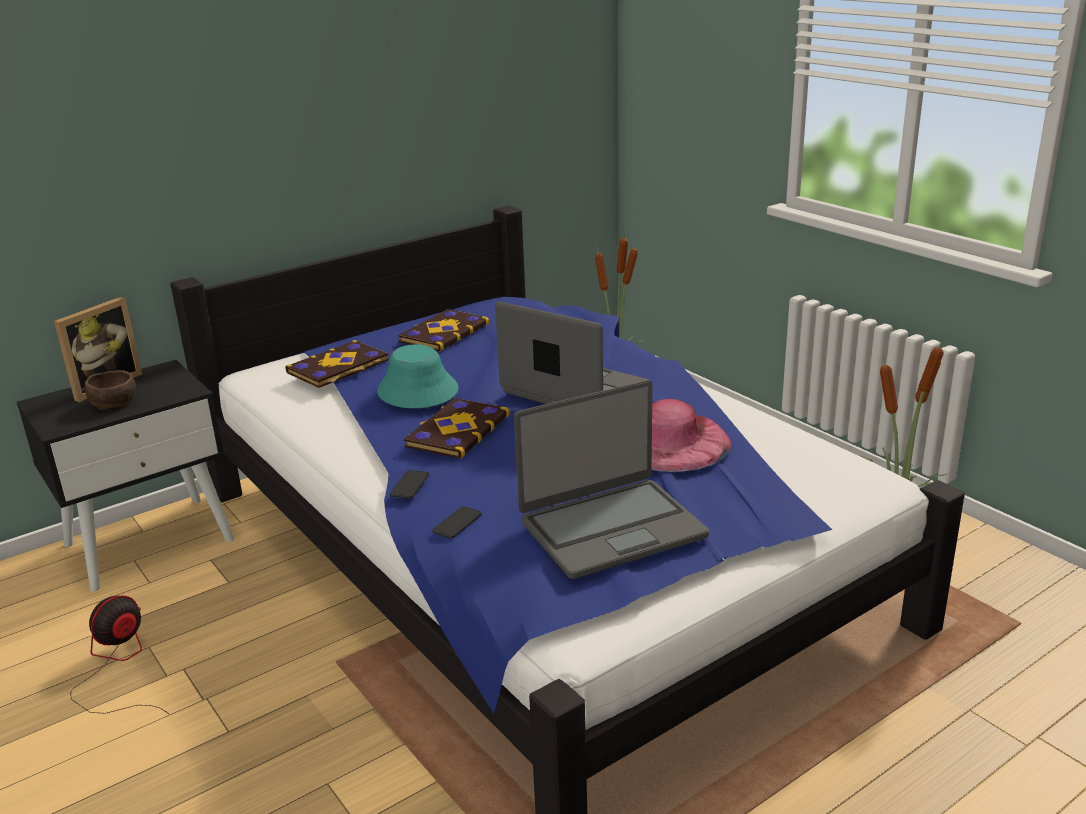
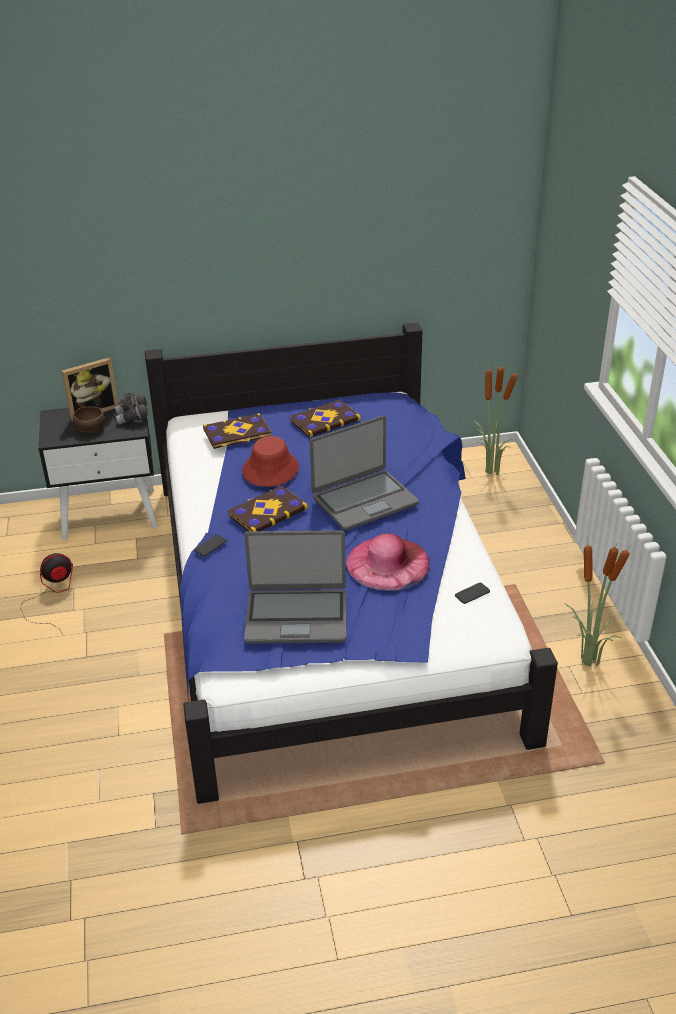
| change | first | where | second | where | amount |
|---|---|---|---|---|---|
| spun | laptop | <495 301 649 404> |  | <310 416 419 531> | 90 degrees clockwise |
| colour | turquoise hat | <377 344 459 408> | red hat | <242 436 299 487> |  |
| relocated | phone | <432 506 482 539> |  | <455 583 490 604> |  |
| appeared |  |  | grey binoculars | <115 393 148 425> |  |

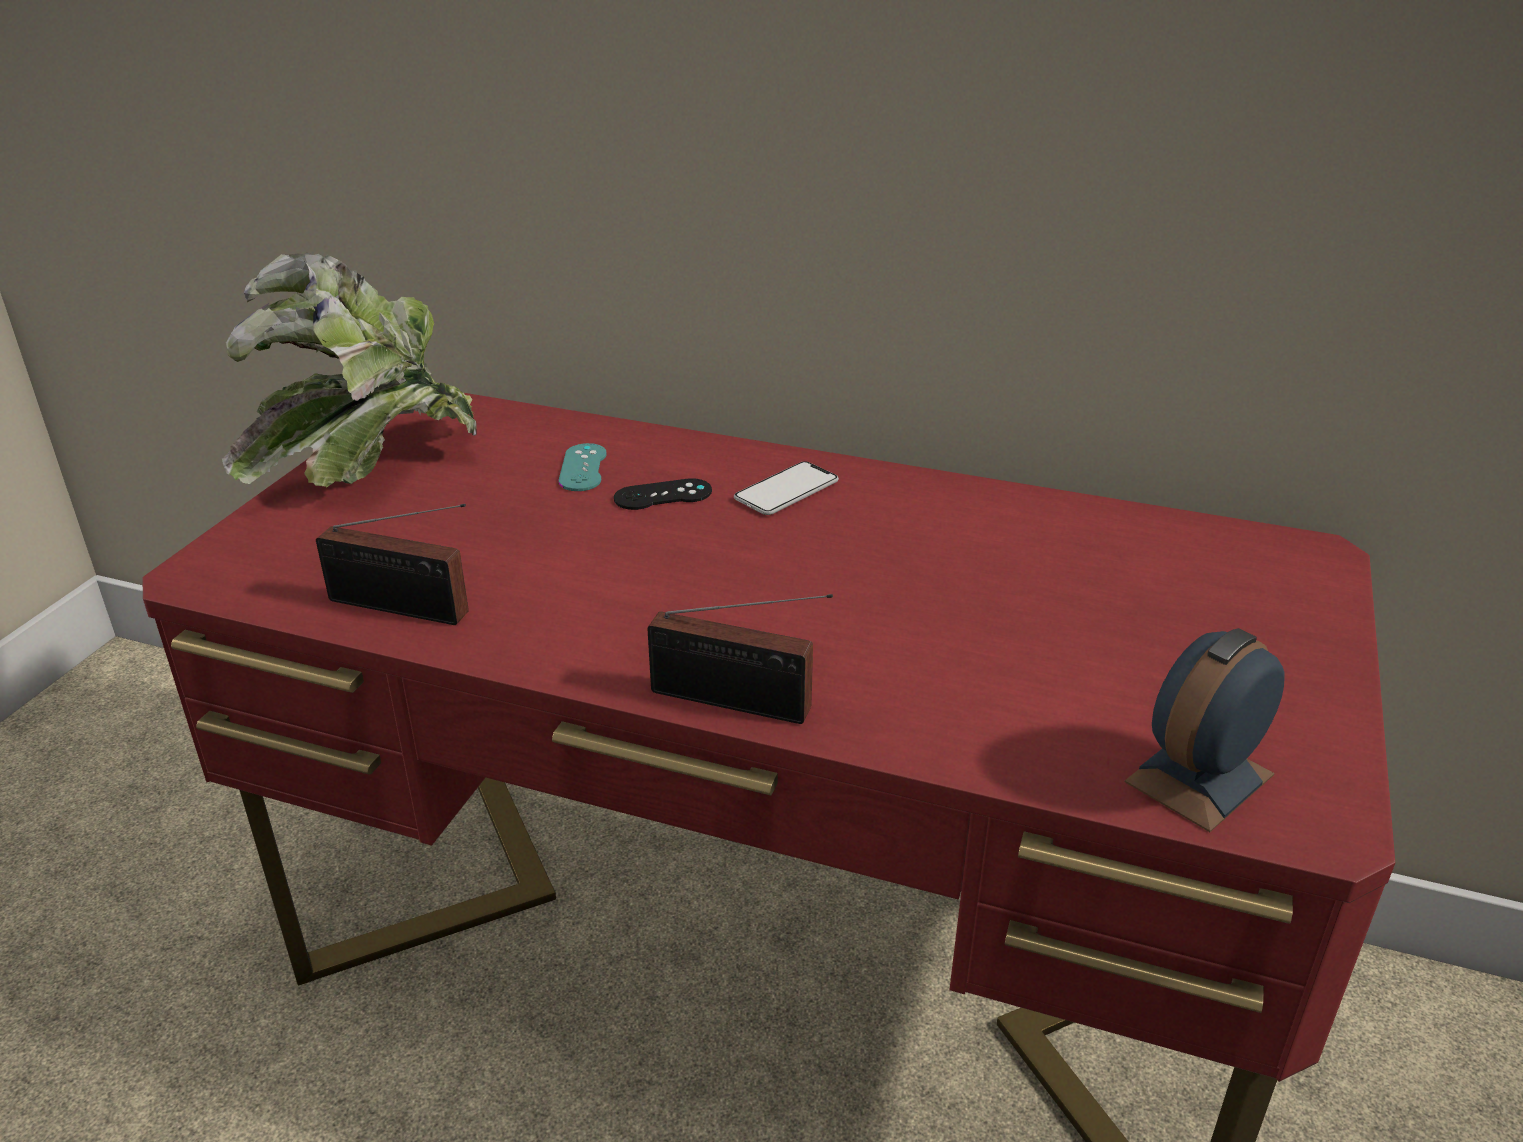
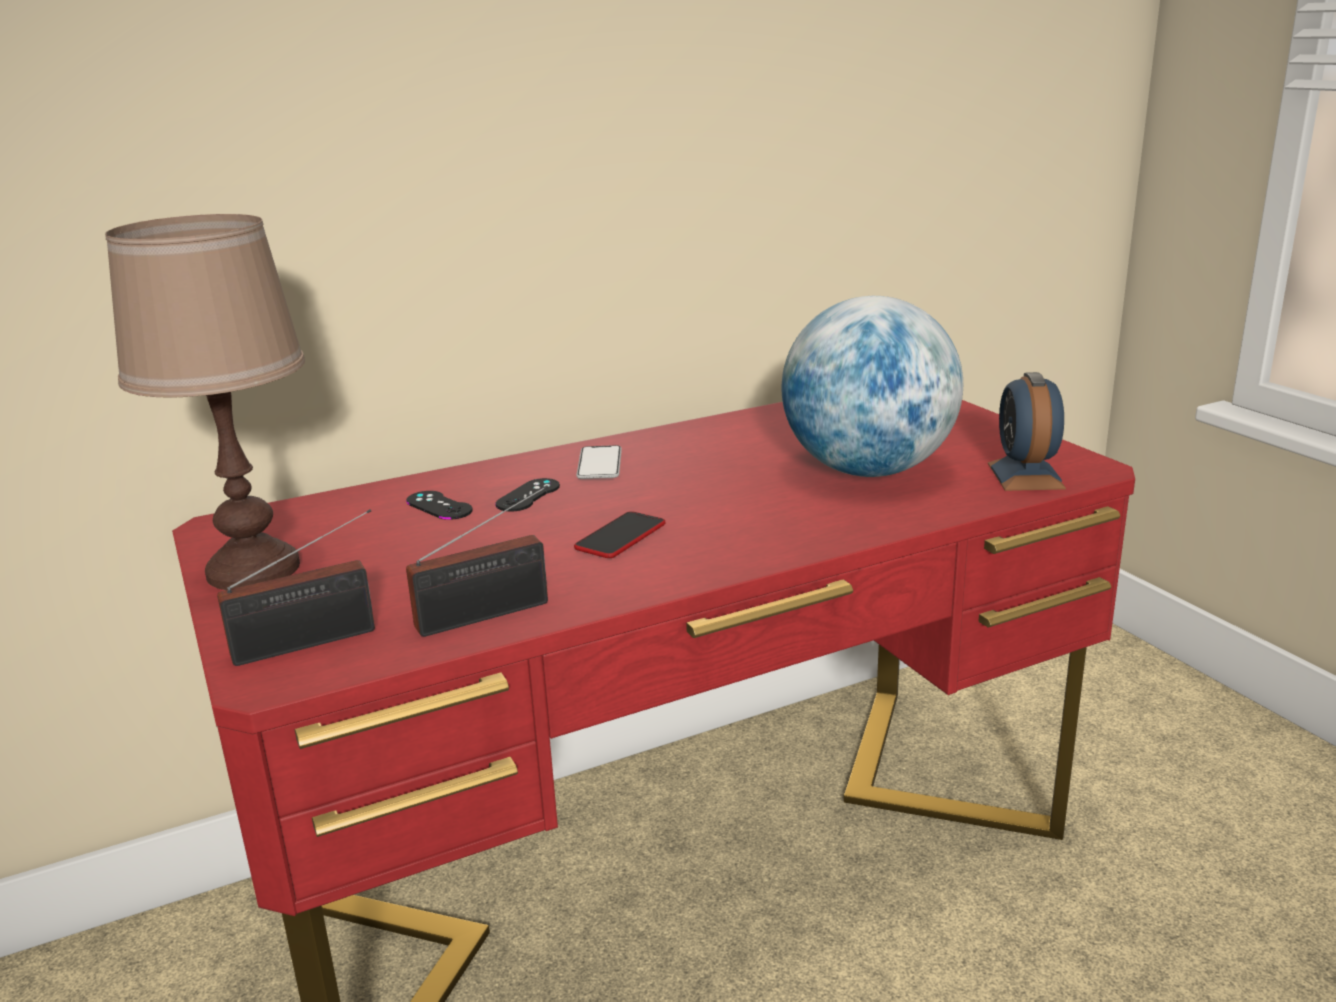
| change | first | where | second | where | amount |
|---|---|---|---|---|---|
| exchanged | potted plant | <222 252 477 487> | brown table lamp | <105 214 305 590> |  |
| colour | turquoise game controller | <558 443 607 491> | black game controller | <406 491 473 520> |  |
| relocated | radio | <647 594 833 724> |  | <217 509 375 666> |  |
| appeared |  |  | globe | <781 296 963 477> |  |
| appeared |  |  | phone | <574 511 666 558> |  |

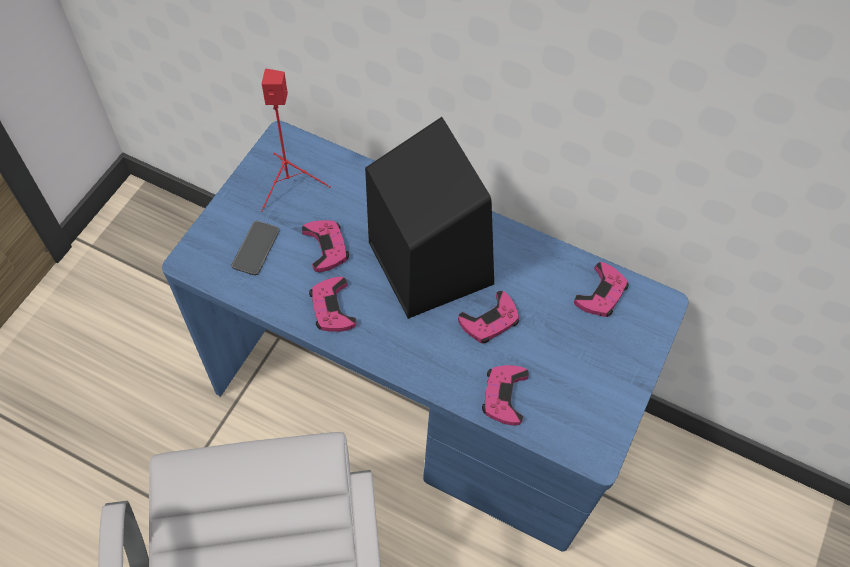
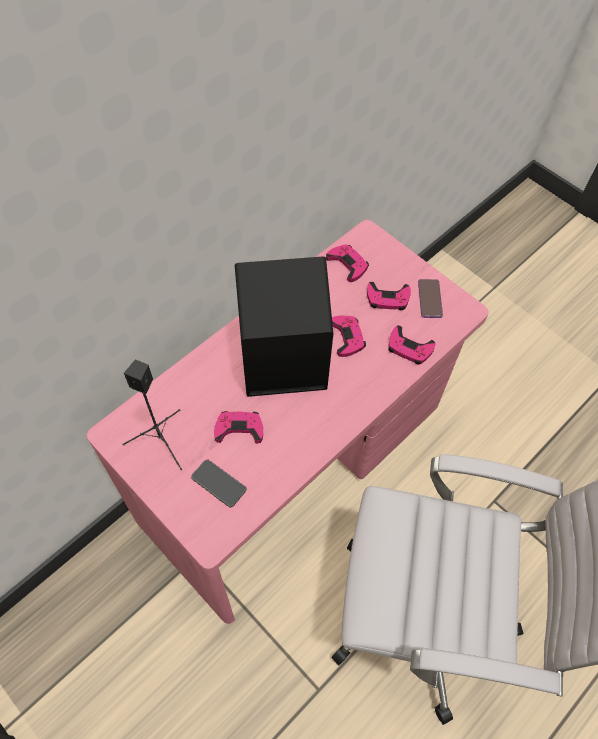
| change | first | where | second | where | amount |
|---|---|---|---|---|---|
| colour | red speaker | <261 68 331 212> | black speaker | <122 360 182 470> |  |
| colour | blue desk | <162 121 689 552> | pink desk | <87 220 489 624> |  |
| relocated | pink game controller | <309 277 356 332> |  | <367 282 411 310> |  |
| appeared |  |  | phone | <418 279 443 318> |  |

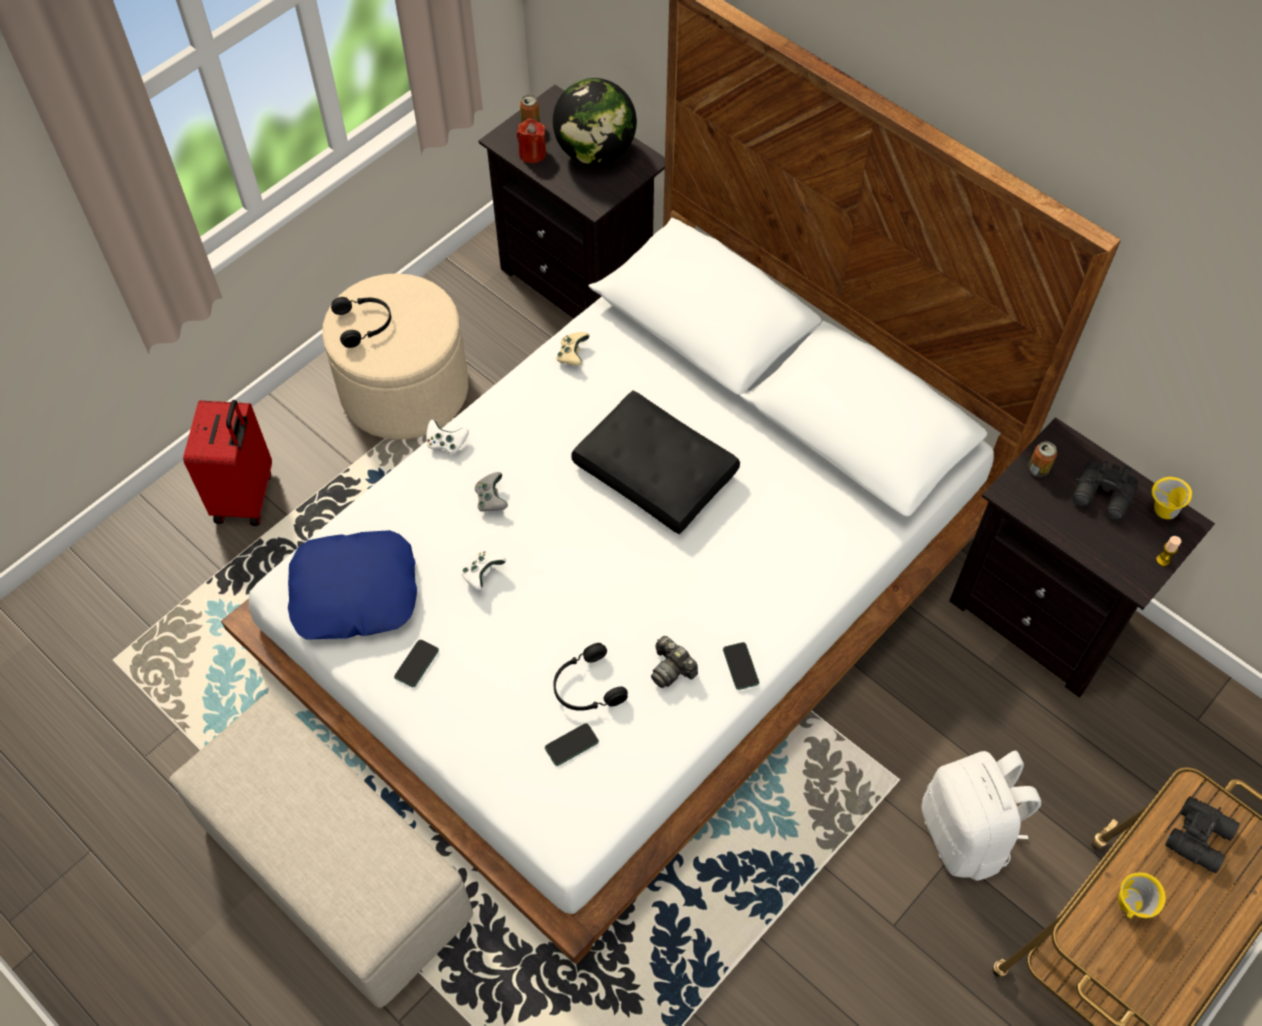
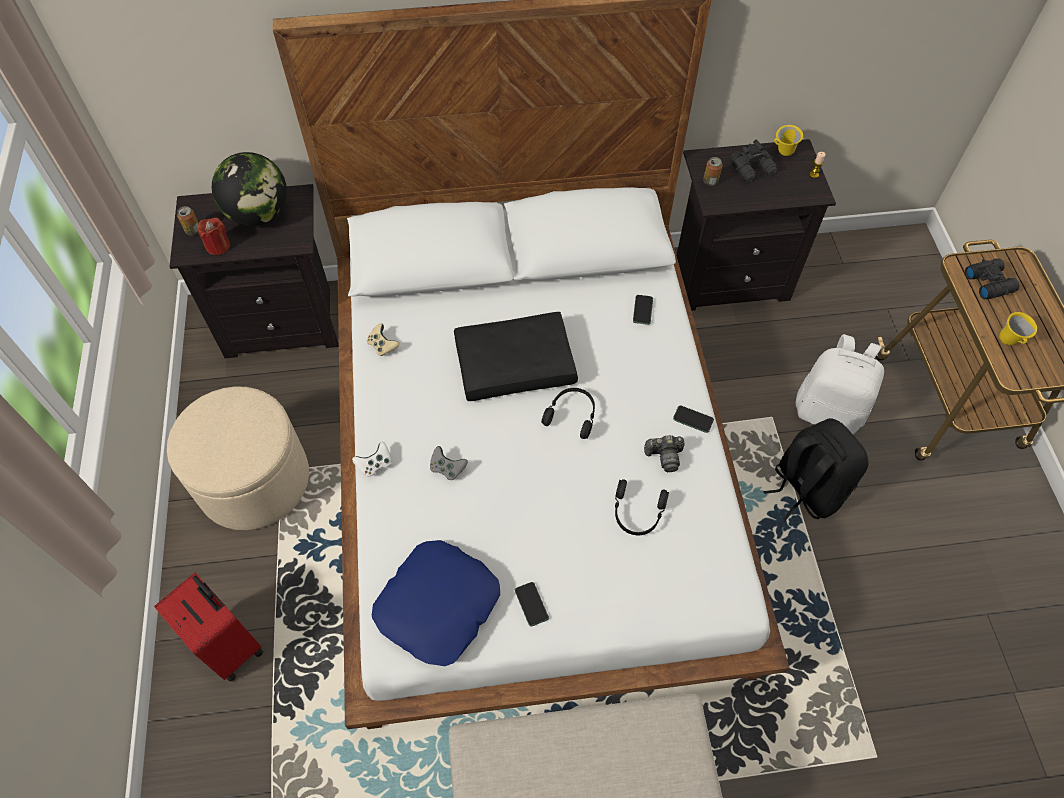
| change | first | where | second | where | amount |
|---|---|---|---|---|---|
| relocated | black headphones | <331 297 391 348> |  | <542 388 595 439> |  |
| missing | white game controller | <462 551 506 590> |  |  |  |
| relocated | phone | <545 723 599 766> |  | <633 295 653 325> |  |
| appeared |  |  | black backpack | <763 418 869 520> |  |

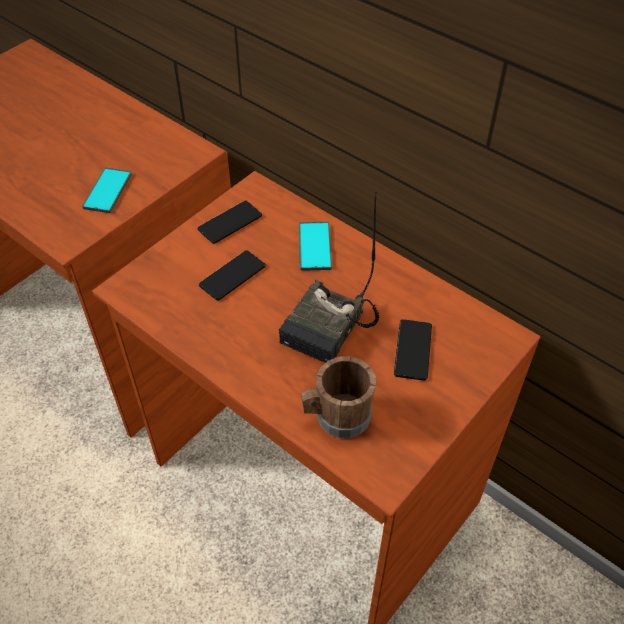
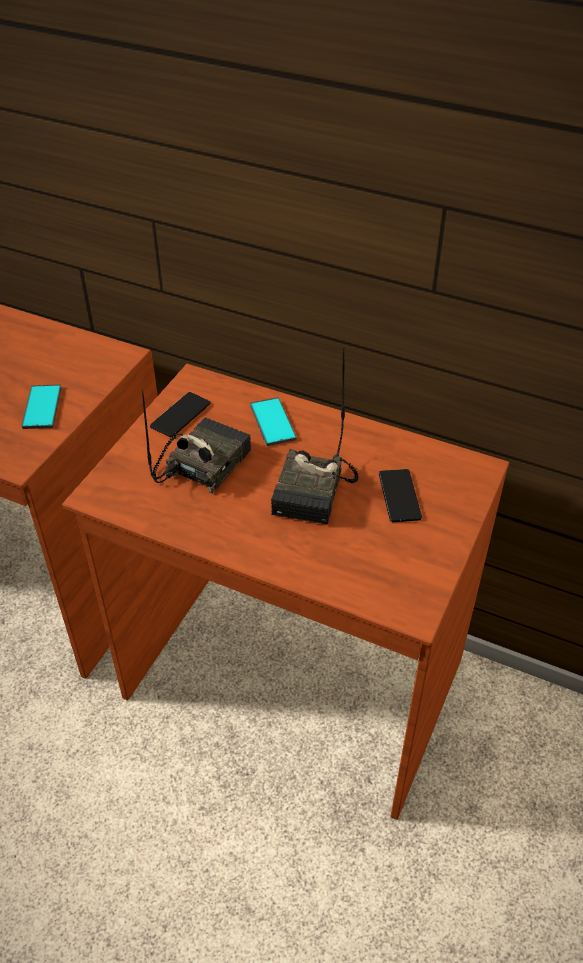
| change | first | where | second | where | amount |
|---|---|---|---|---|---|
| exchanged | phone | <199 250 266 301> | radio | <142 390 251 494> |  |
| missing | brown mug | <301 356 376 438> |  |  |  |

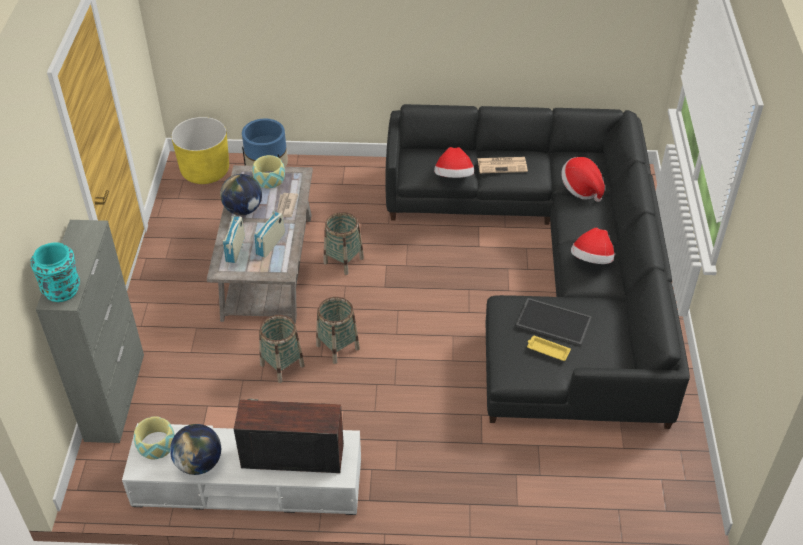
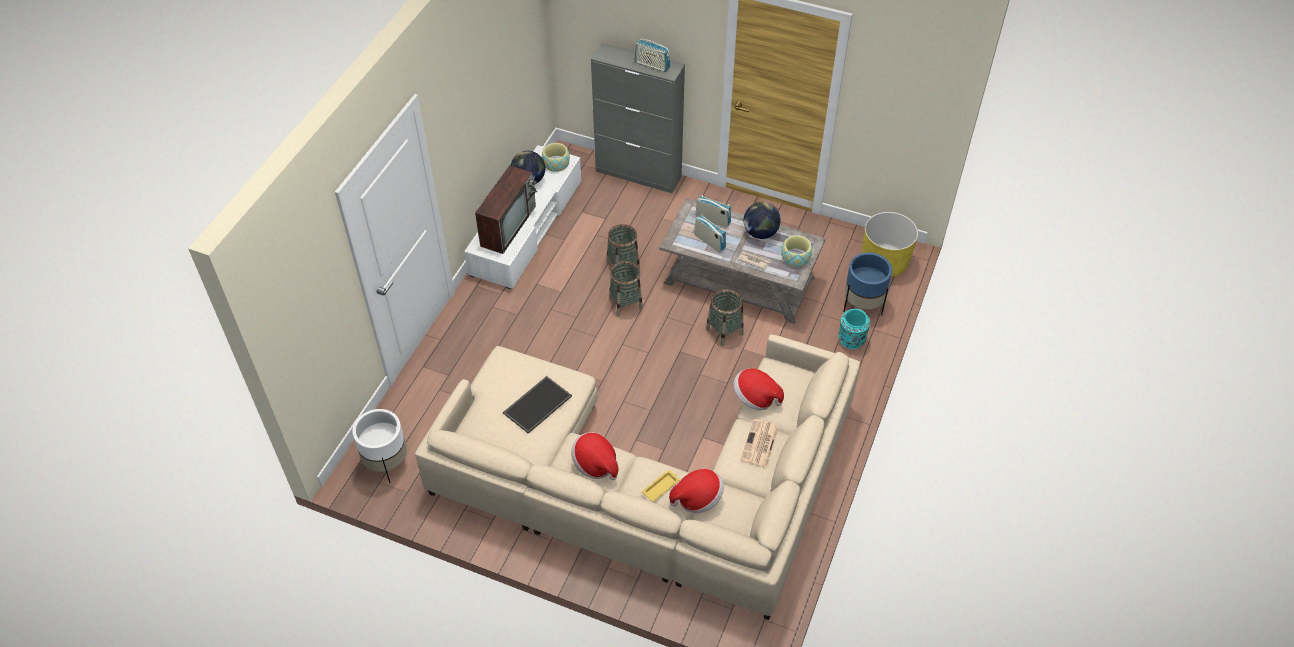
| change | first | where | second | where | amount |
|---|---|---|---|---|---|
| colour | black sofa | <385 104 690 429> | beige sofa | <415 335 860 620> |  |
| relocated | turquoise vase | <30 242 80 302> |  | <839 309 870 349> |  |
| relocated | yellow tray | <527 336 571 361> |  | <642 470 680 502> |  |
| appeared |  |  | radio | <635 38 670 72> |  |
| appeared |  |  | white planter | <353 409 407 483> |  |

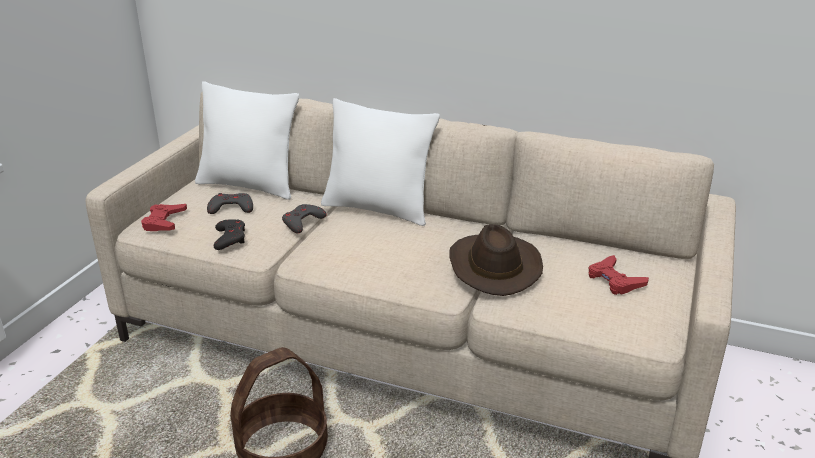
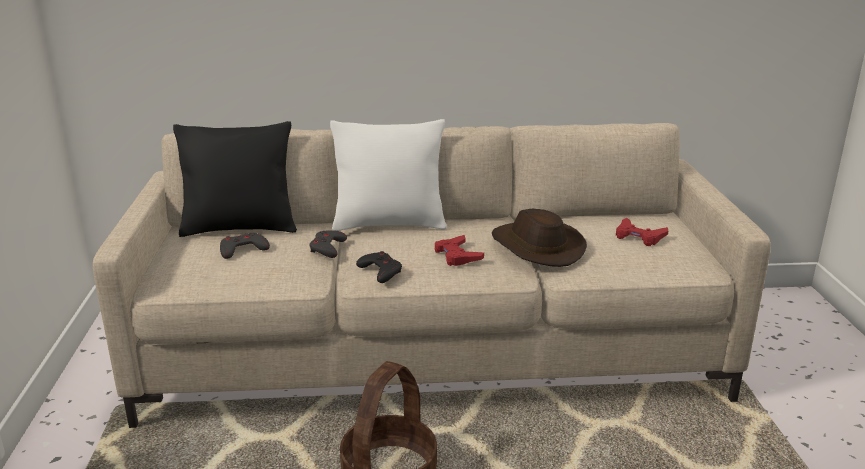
| change | first | where | second | where | amount |
|---|---|---|---|---|---|
| colour | white pillow | <195 81 299 200> | black pillow | <173 121 297 237> |  |
| relocated | red game controller | <141 204 187 231> |  | <435 235 484 266> |  |
| relocated | black game controller | <214 219 245 250> |  | <356 251 402 283> |  |

